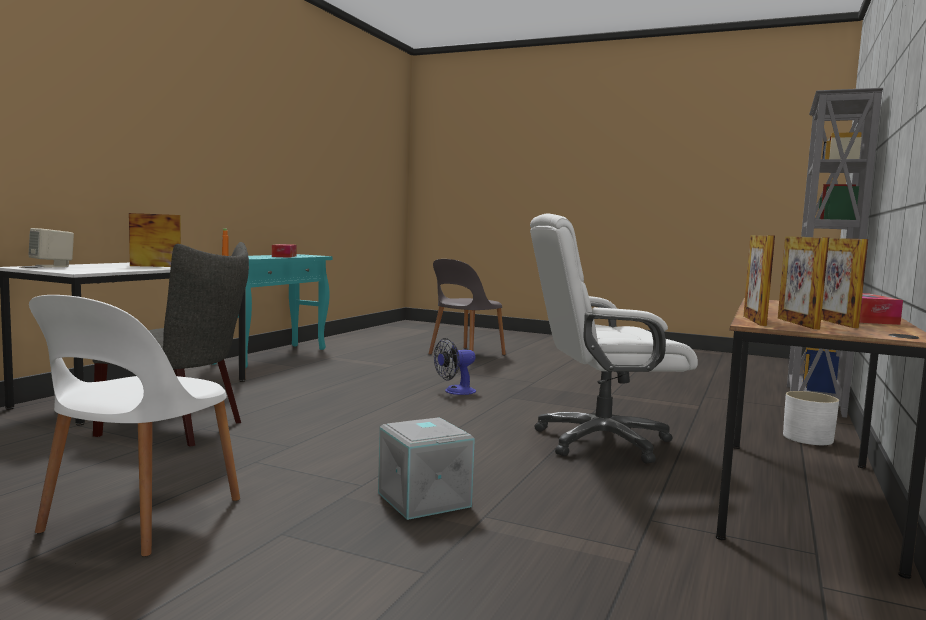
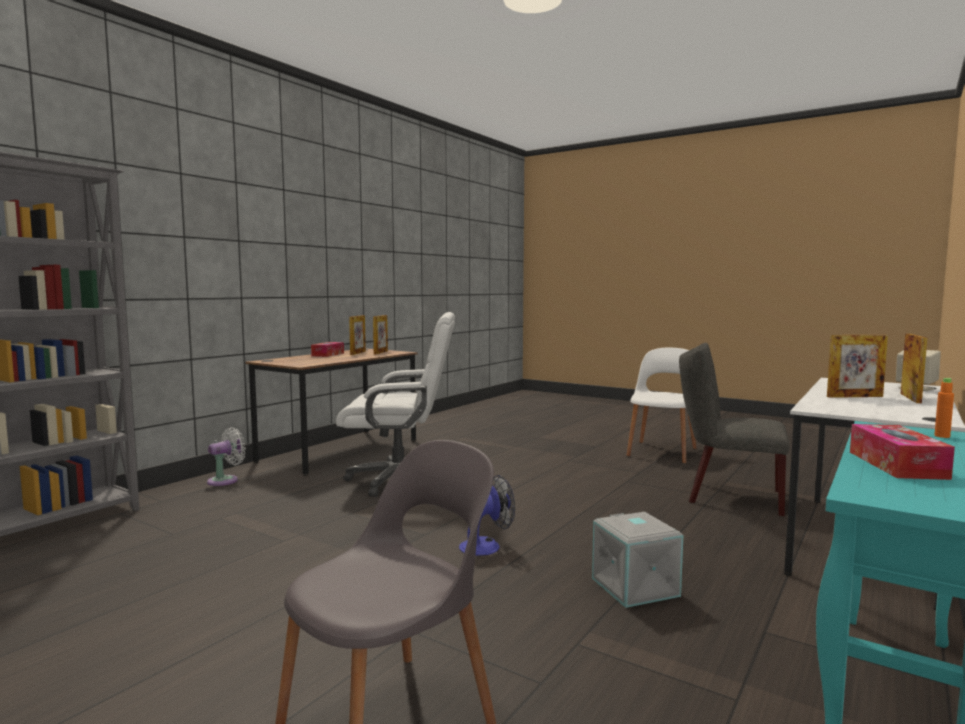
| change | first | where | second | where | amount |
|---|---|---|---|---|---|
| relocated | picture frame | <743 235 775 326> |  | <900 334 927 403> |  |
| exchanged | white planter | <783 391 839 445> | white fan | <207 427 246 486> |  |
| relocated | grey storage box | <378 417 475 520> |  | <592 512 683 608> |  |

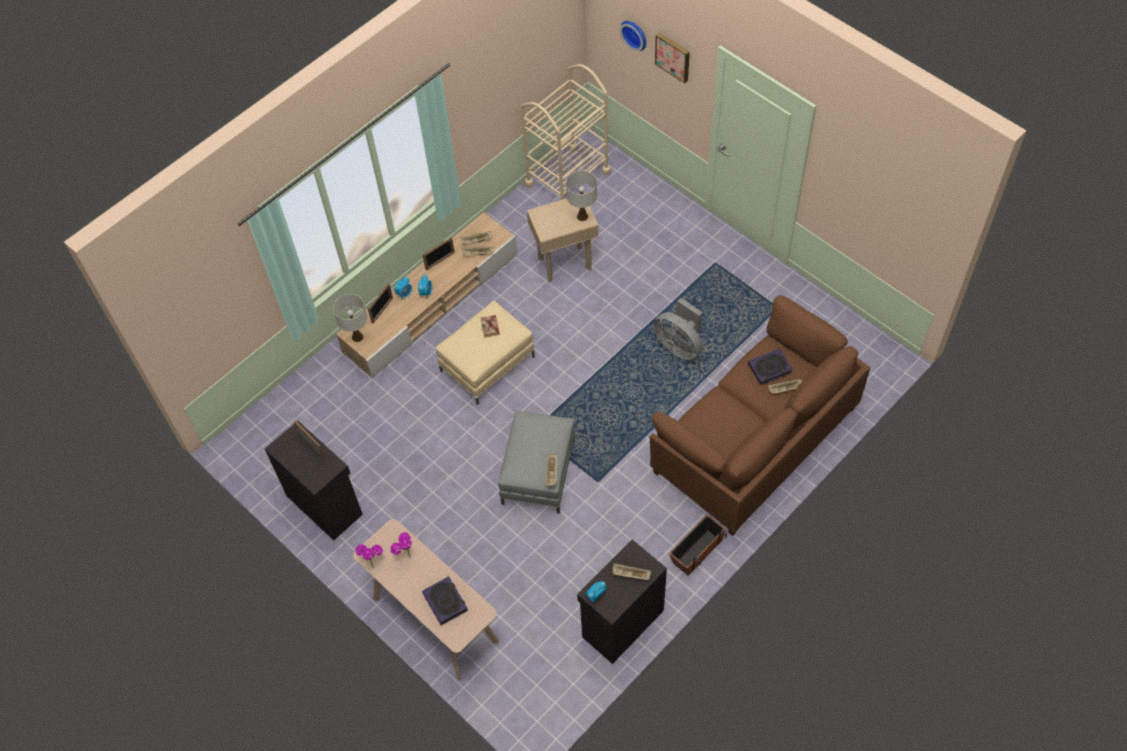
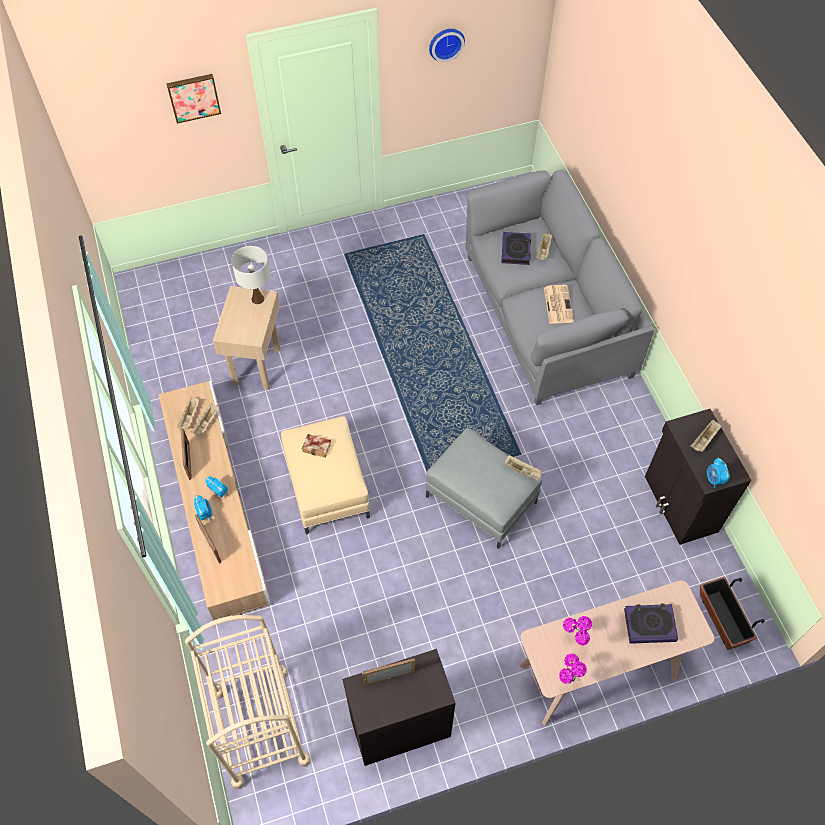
| change | first | where | second | where | amount |
|---|---|---|---|---|---|
| relocated | wall clock | <620 21 646 51> |  | <429 29 465 62> |  |
| relocated | beige cart | <521 64 611 200> |  | <185 615 311 789> |  |
| missing | white table lamp | <333 294 367 342> |  |  |  |
| colour | brown sofa | <650 295 870 536> | grey sofa | <465 170 654 405> |  |
| missing | grey fan | <653 298 703 360> |  |  |  |
| relocated | planter | <669 514 727 576> |  | <700 577 764 650> |  |
| appeared |  |  | newspaper | <544 285 574 324> |  |

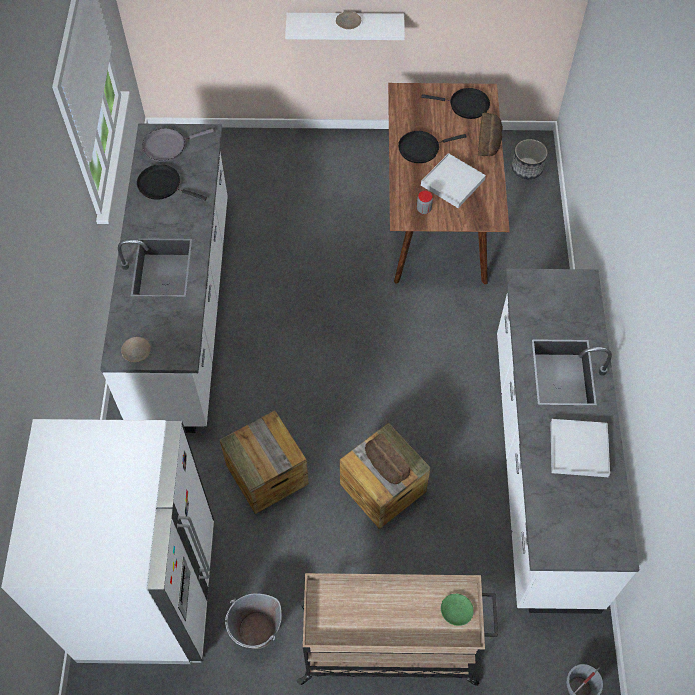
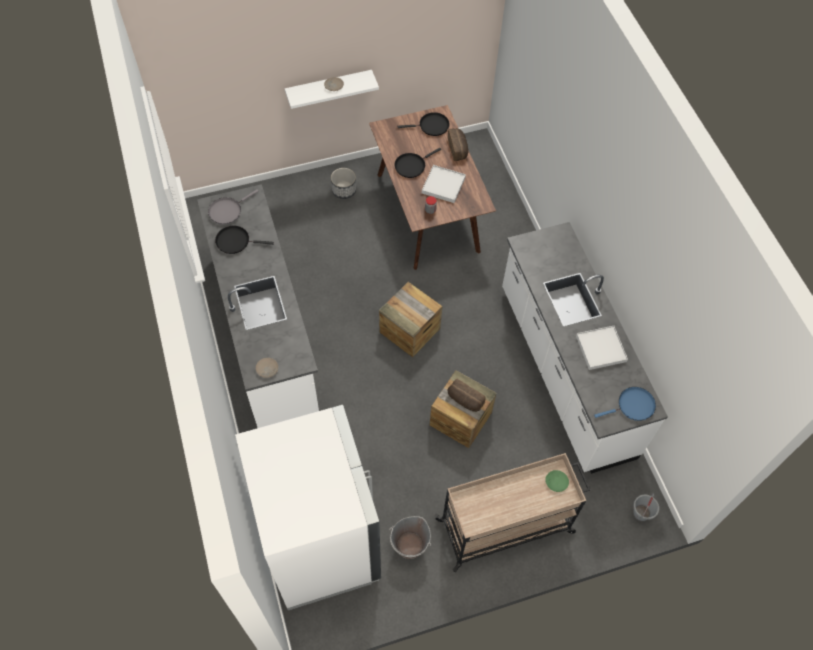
| change | first | where | second | where | amount |
|---|---|---|---|---|---|
| relocated | planter | <512 139 547 179> |  | <331 168 356 199> |  |
| relocated | crate | <220 410 309 514> |  | <379 282 443 357> |  |
| appeared |  |  | blue frying pan | <594 387 656 421> |  |

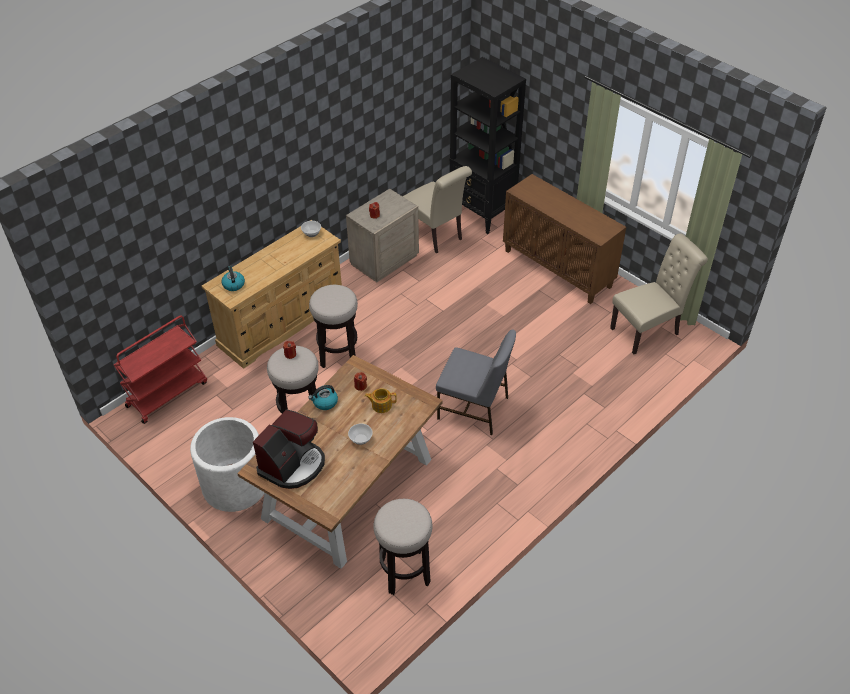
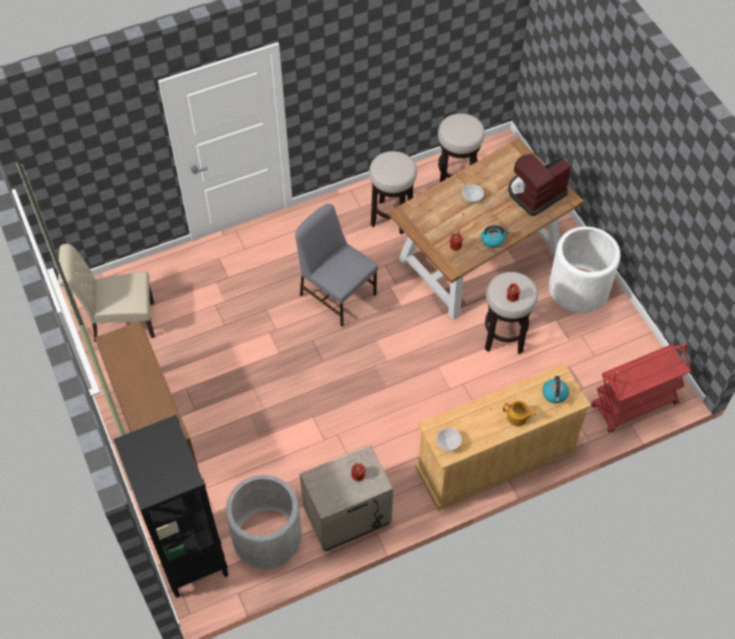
| change | first | where | second | where | amount |
|---|---|---|---|---|---|
| exchanged | beige chair | <403 166 472 254> | grey planter | <226 475 302 569> |  |
| relocated | stool | <309 285 358 368> |  | <369 151 417 234> |  |
| relocated | teapot | <365 388 397 413> |  | <503 401 536 426> |  |

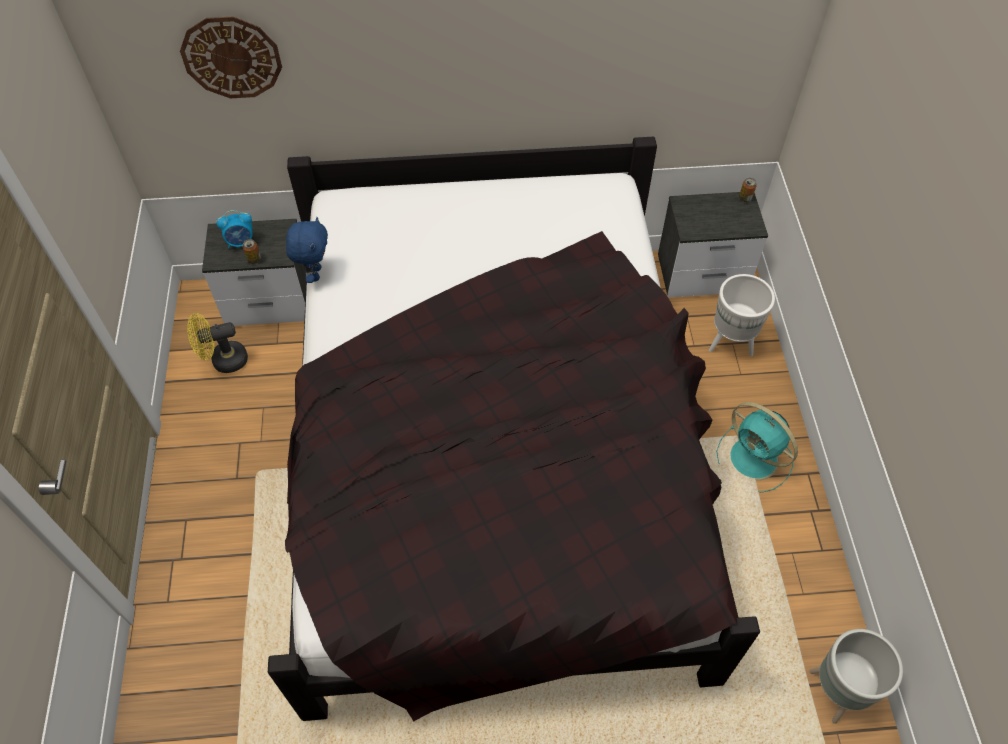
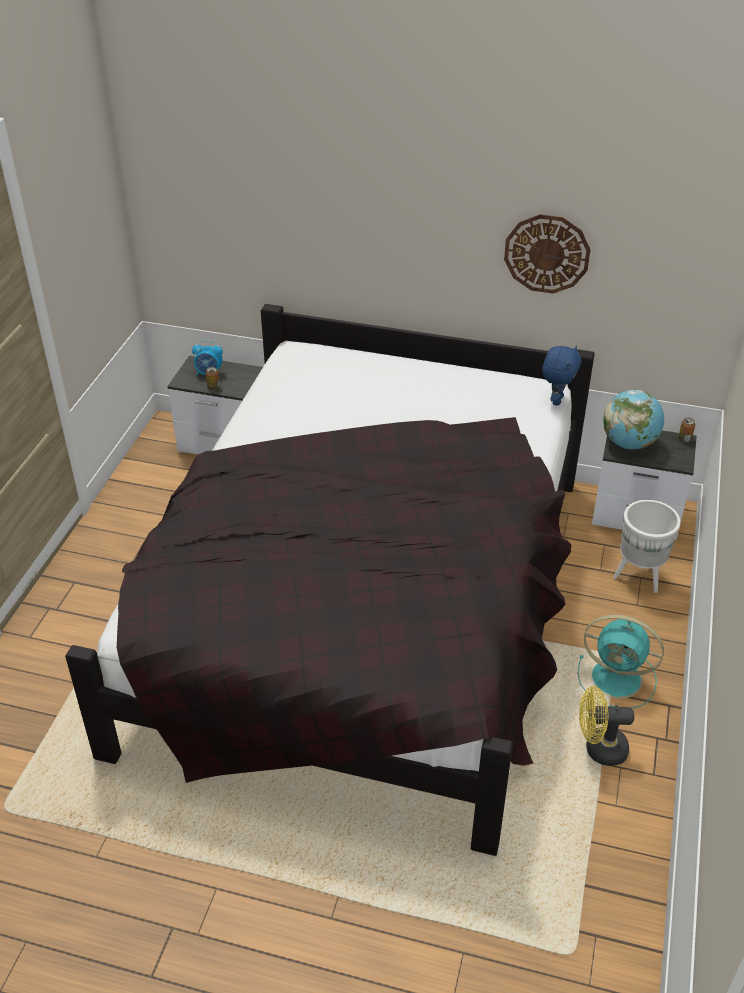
| change | first | where | second | where | amount |
|---|---|---|---|---|---|
| relocated | wall clock | <180 17 282 98> |  | <504 214 591 294> |  |
| relocated | blue plush toy | <286 217 328 283> |  | <542 345 581 406> |  |
| relocated | yellow fan | <187 313 248 373> |  | <579 686 634 766> |  |
| spun | turquoise fan | <716 402 798 493> |  | <578 615 664 708> | 45 degrees counterclockwise |
| missing | grey planter | <809 629 903 724> |  |  |  |
| appeared |  |  | globe | <603 390 664 450> |  |

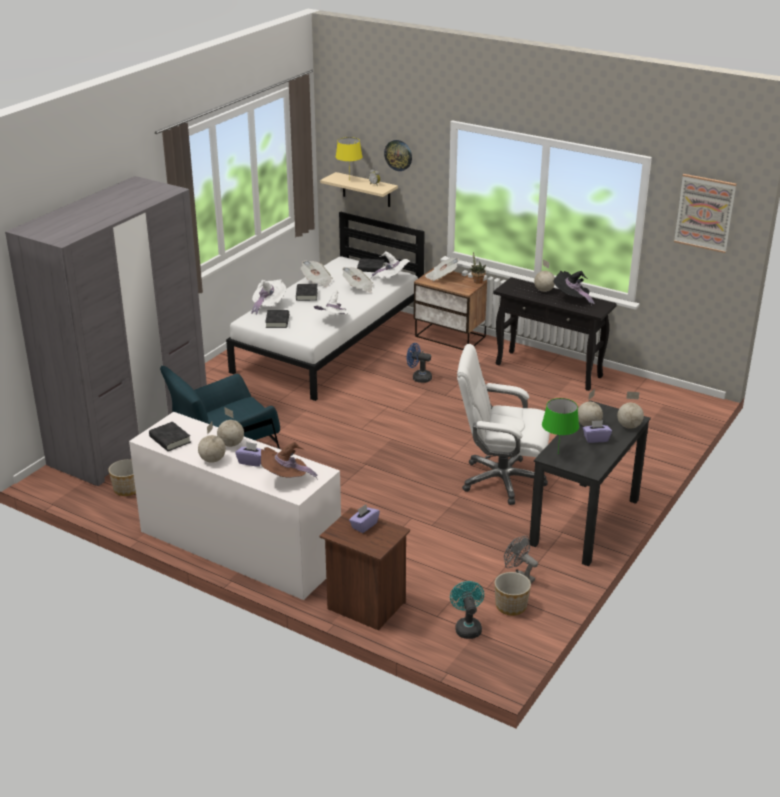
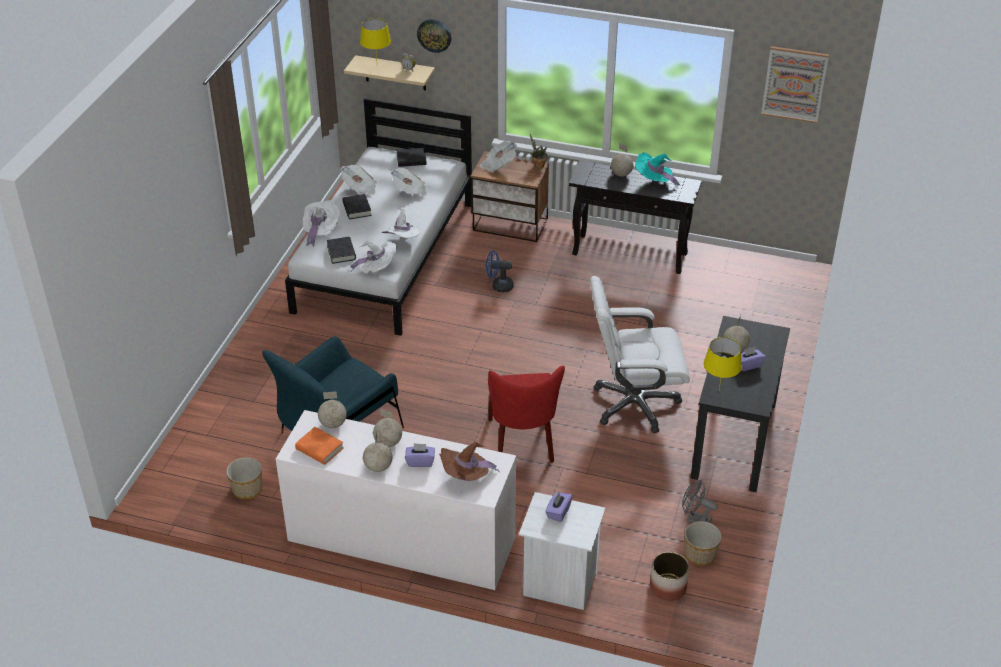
| change | first | where | second | where | amount |
|---|---|---|---|---|---|
| missing | grey wardrobe | <5 176 207 486> |  |  |  |
| relocated | white hat | <371 251 410 278> |  | <351 240 397 273> |  |
| colour | black hat | <553 271 595 306> | turquoise hat | <635 152 680 187> |  |
| relocated | globe | <617 391 644 429> |  | <318 391 347 428> |  |
| colour | green table lamp | <542 398 579 452> | yellow table lamp | <703 337 742 390> |  |
| colour | black book | <149 422 191 451> | orange book | <295 427 344 465> |  |
| colour | brown nightstand | <319 508 410 630> | white nightstand | <519 492 606 610> |  |
| exchanged | turquoise fan | <450 581 484 639> | planter | <650 552 689 601> |  |
| appeared |  |  | red chair | <488 366 565 463> |  |

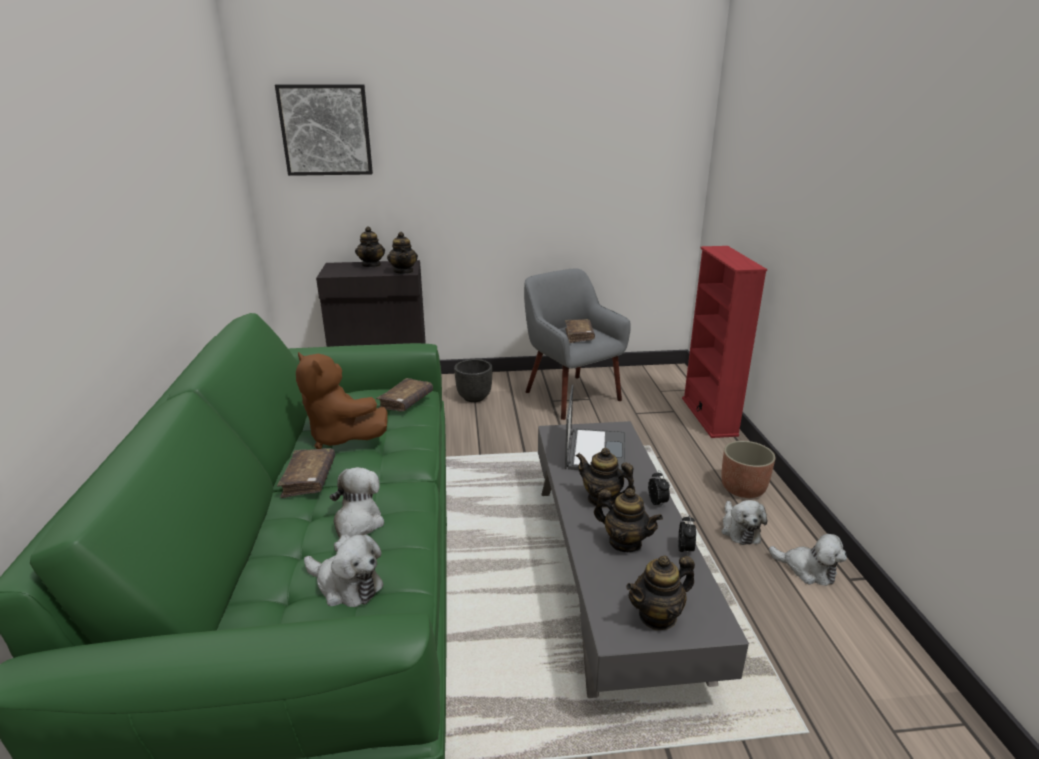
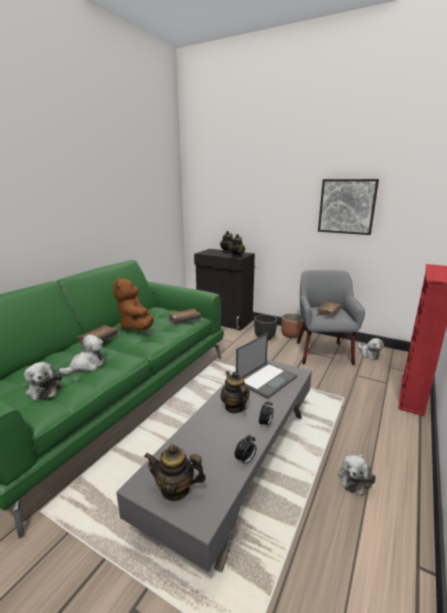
| change | first | where | second | where | amount |
|---|---|---|---|---|---|
| relocated | picture | <275 84 373 176> |  | <318 179 379 235> |  |
| relocated | planter | <721 441 775 498> |  | <281 313 304 338> |  |
| missing | teapot | <594 488 663 552> |  |  |  |
| relocated | plush toy | <769 534 847 586> |  | <357 338 384 360> |  |

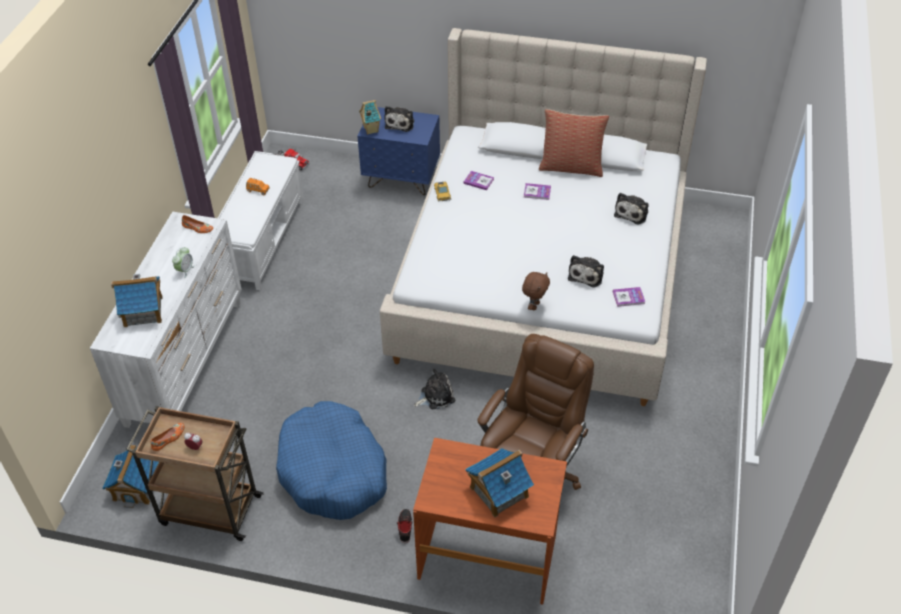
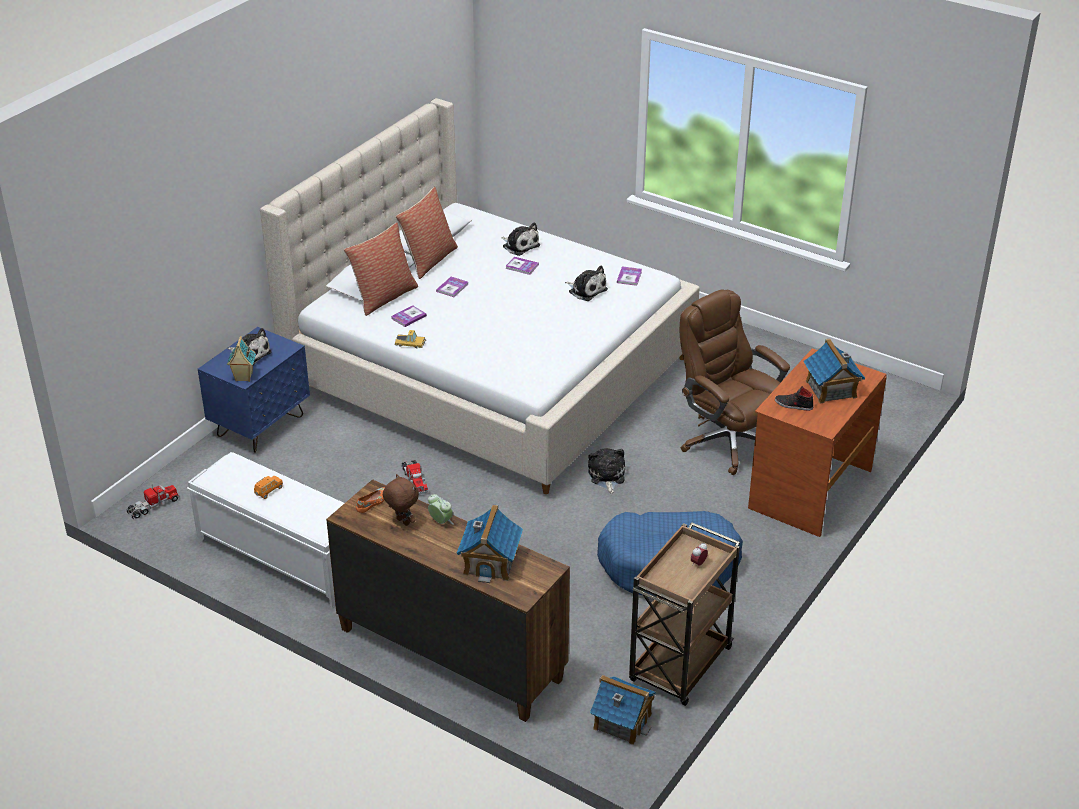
| change | first | where | second | where | amount |
|---|---|---|---|---|---|
| colour | white dresser | <90 212 242 428> | brown dresser | <326 479 570 722> |  |
| relocated | brown plush toy | <522 272 550 310> |  | <383 474 419 526> |  |
| missing | orange shoe | <151 423 184 451> |  |  |  |
| relocated | black shoe | <397 509 413 543> |  | <775 386 814 411> |  |
| appeared |  |  | pillow | <344 223 418 316> |  |
| appeared |  |  | book | <506 257 539 275> |  |
| appeared |  |  | toy truck | <401 460 428 494> |  |

